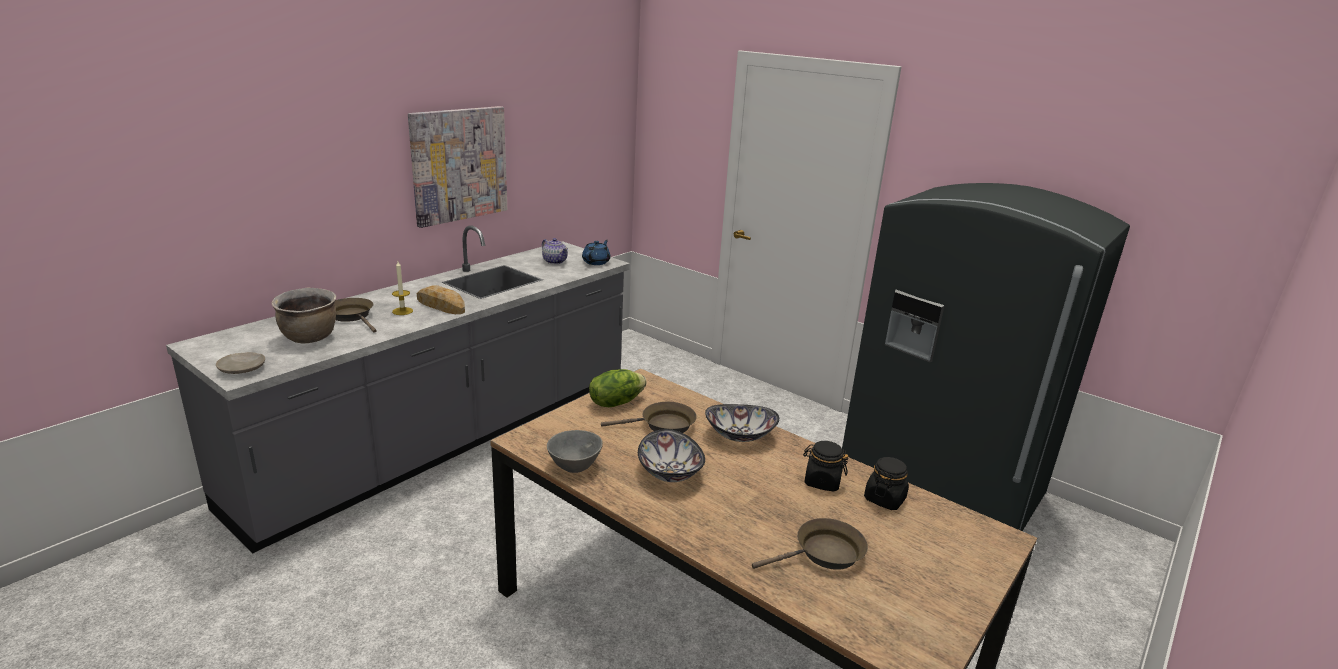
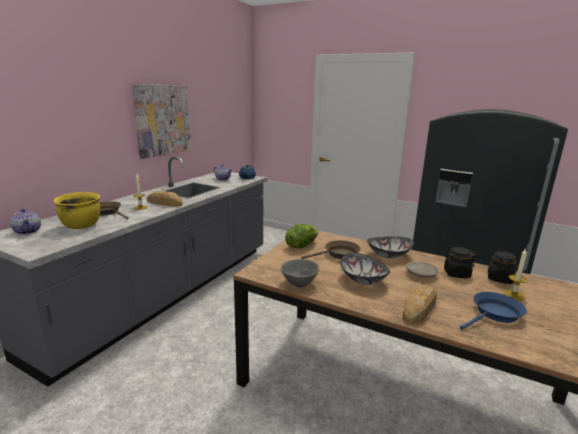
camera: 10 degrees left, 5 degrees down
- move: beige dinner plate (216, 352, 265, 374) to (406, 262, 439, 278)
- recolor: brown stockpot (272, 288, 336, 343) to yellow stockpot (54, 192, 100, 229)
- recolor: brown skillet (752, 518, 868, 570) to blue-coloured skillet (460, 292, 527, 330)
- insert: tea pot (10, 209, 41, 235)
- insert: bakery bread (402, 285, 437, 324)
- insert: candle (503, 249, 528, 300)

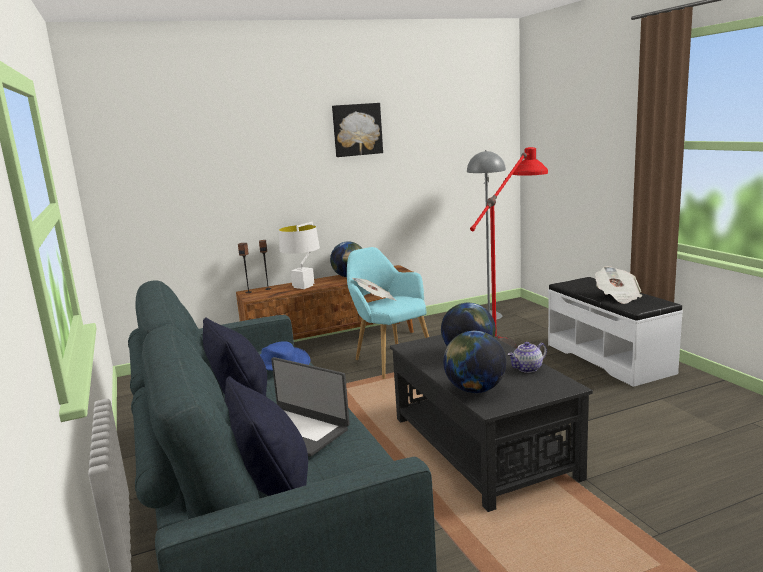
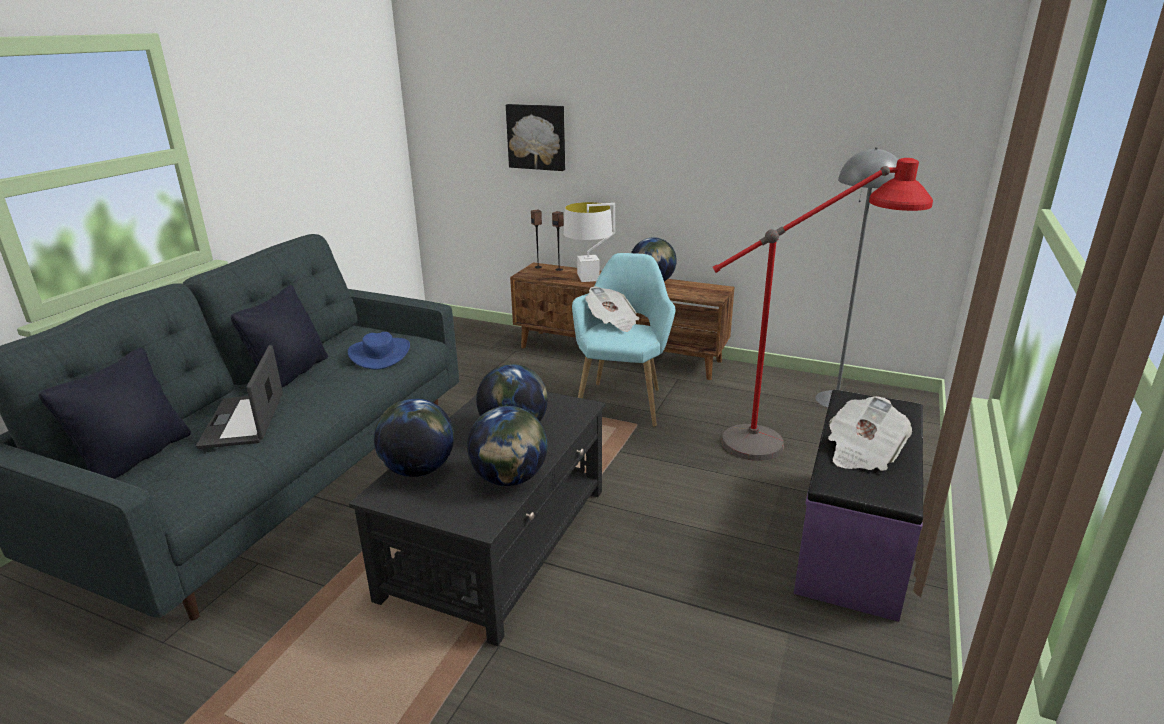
camera: 45 degrees right, 10 degrees up
- move: wall picture (332, 103, 383, 157) to (506, 104, 565, 171)
- replace: tea pot (507, 342, 547, 373) to globe (467, 406, 548, 486)
- recolor: white bench (548, 277, 683, 387) to purple bench (794, 390, 923, 622)

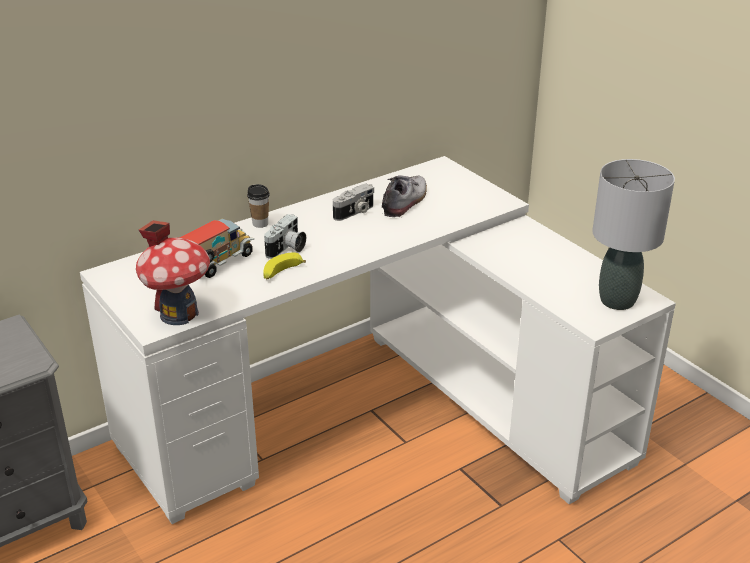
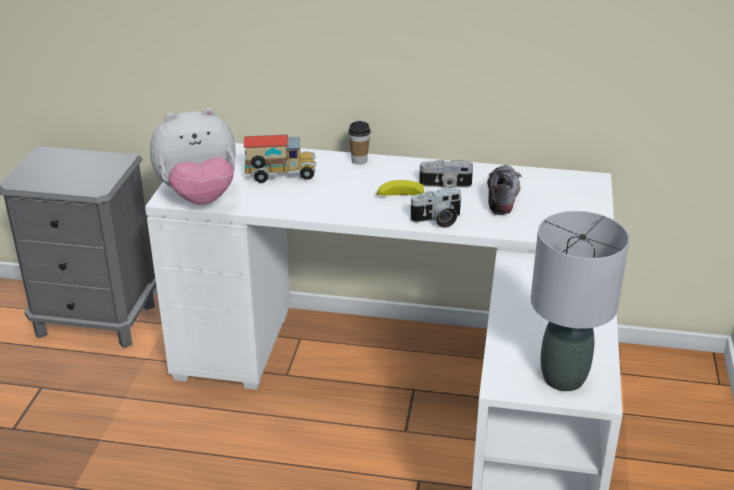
camera: 45 degrees right, 0 degrees up
- replace: toy house (136, 220, 210, 325) to soft toy (150, 108, 236, 205)
- move: whole banana (263, 252, 306, 280) to (376, 180, 424, 196)
- move: photo camera (264, 214, 306, 259) to (409, 187, 462, 228)
- rotate: item of footwear (382, 175, 427, 217) = (483, 165, 522, 215) 60 degrees counterclockwise

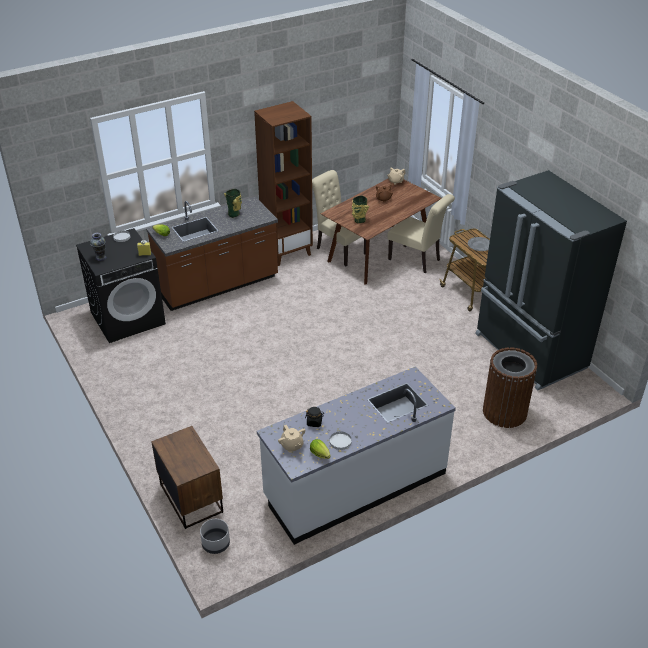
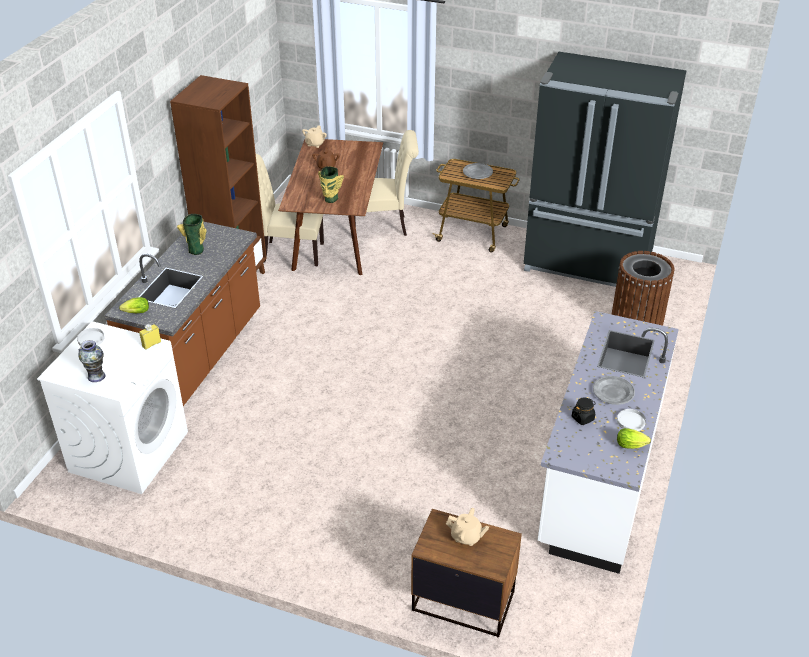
camera: 40 degrees left, 0 degrees up
- recolor: black-coloured laundry appliance (76, 228, 166, 343) to white laundry appliance (37, 321, 188, 494)
- delete: grey flower pot (200, 519, 230, 554)
- move: beige tea pot (278, 425, 305, 452) to (446, 508, 489, 546)
- insert: grey dinner plate (593, 376, 635, 405)

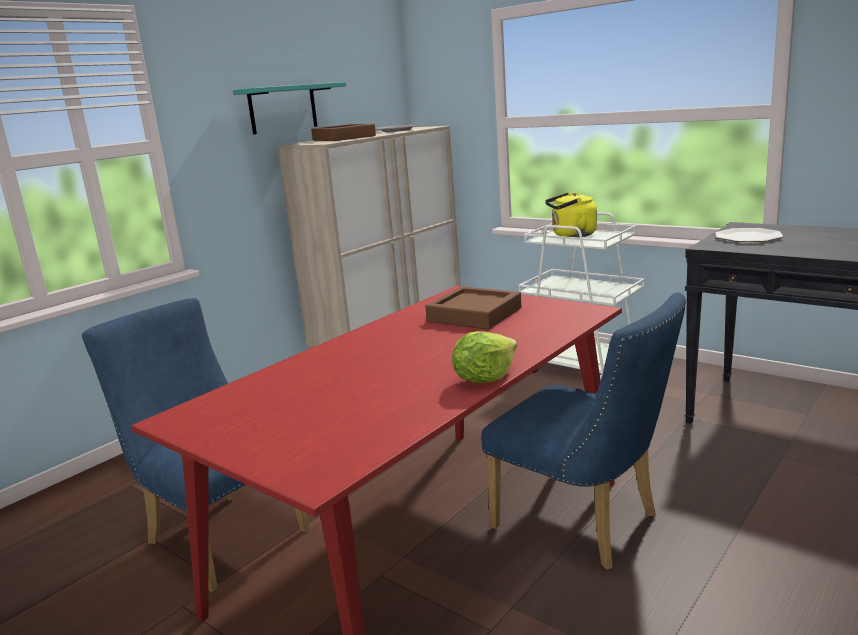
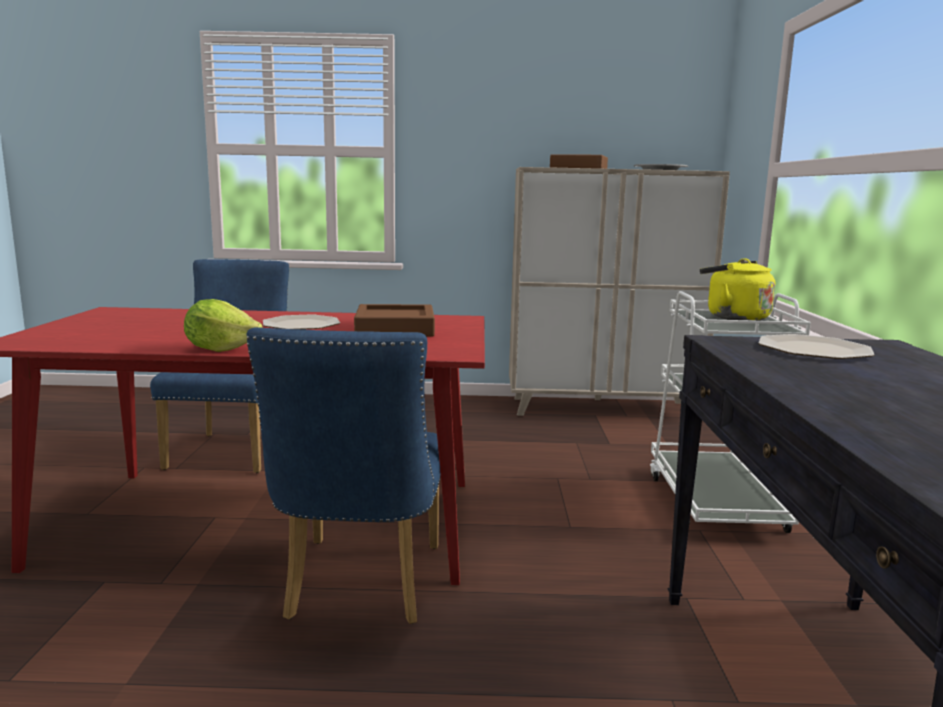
camera: 50 degrees right, 5 degrees down
- delete: turquoise wall shelf (233, 82, 346, 134)
- insert: dinner plate (263, 314, 340, 329)

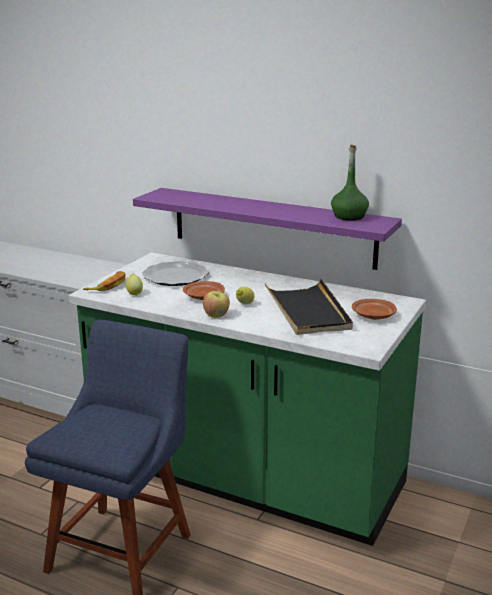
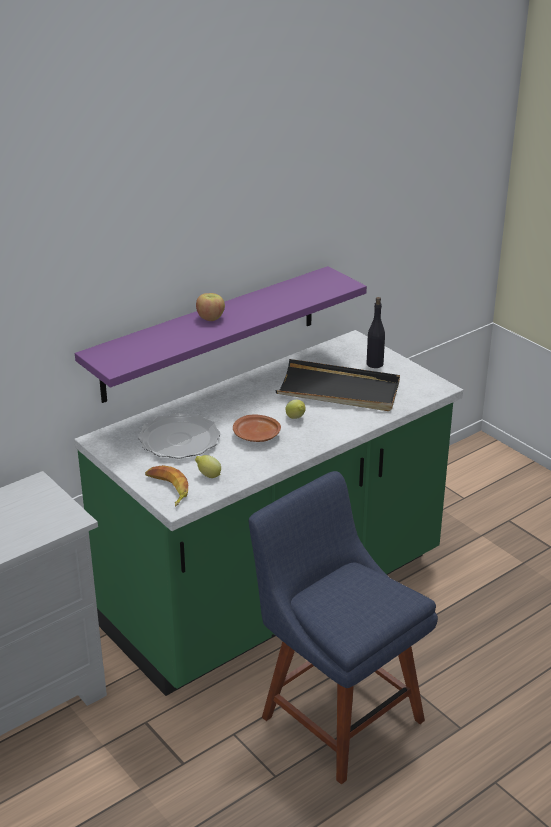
camera: 65 degrees left, 10 degrees up
- move: whole apple (203, 291, 230, 318) to (196, 293, 225, 321)
- delete: green bottle (331, 144, 369, 221)
- replace: brown dinner plate (352, 299, 397, 320) to black-coloured bottle (366, 297, 385, 368)

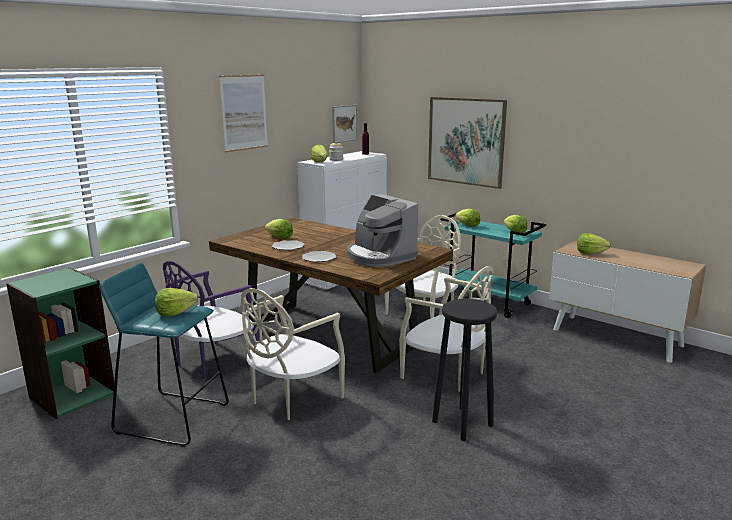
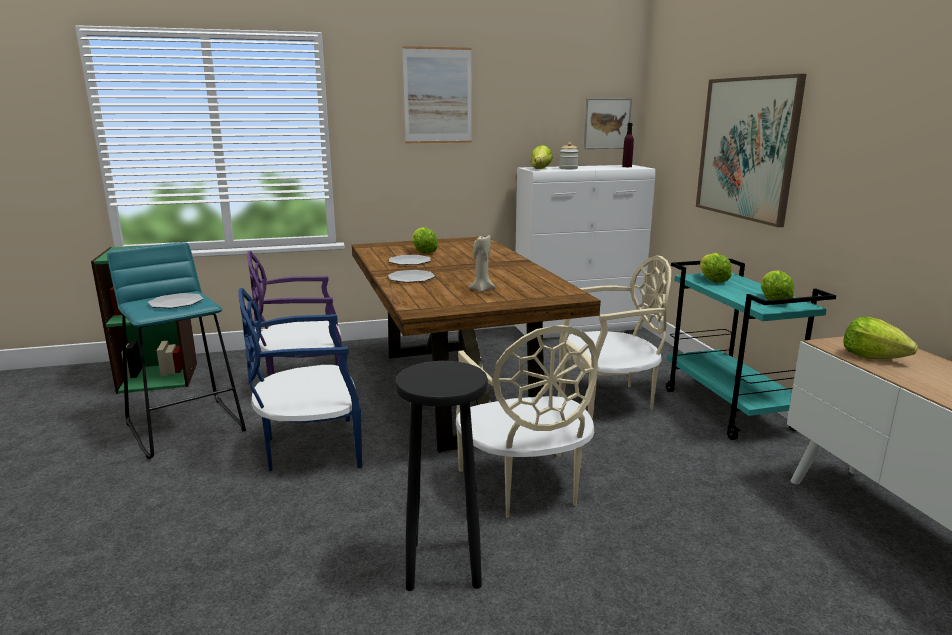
camera: 35 degrees right, 0 degrees up
- replace: lettuce (155, 288, 198, 316) to dinner plate (148, 293, 204, 308)
- recolor: beige chair (241, 288, 345, 420) to blue-coloured chair (238, 288, 362, 471)
- replace: coffee brewer (347, 194, 418, 267) to beige candle (468, 235, 496, 292)

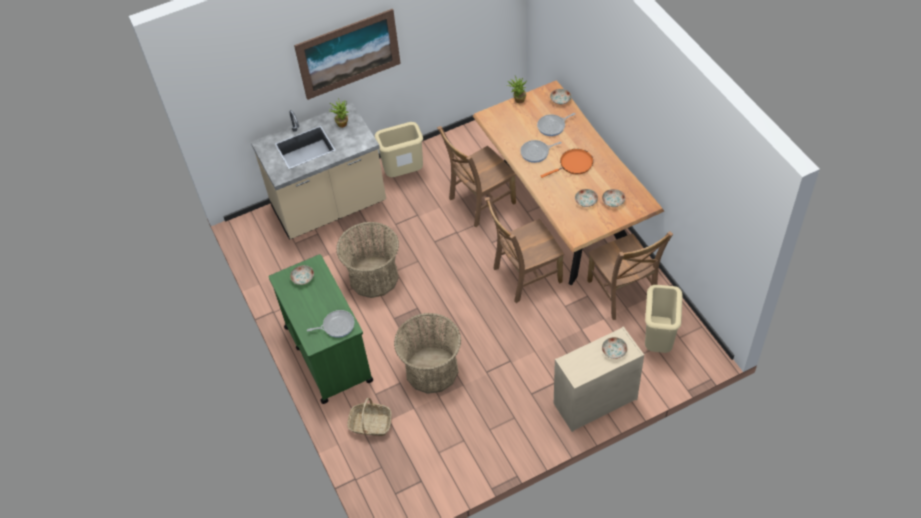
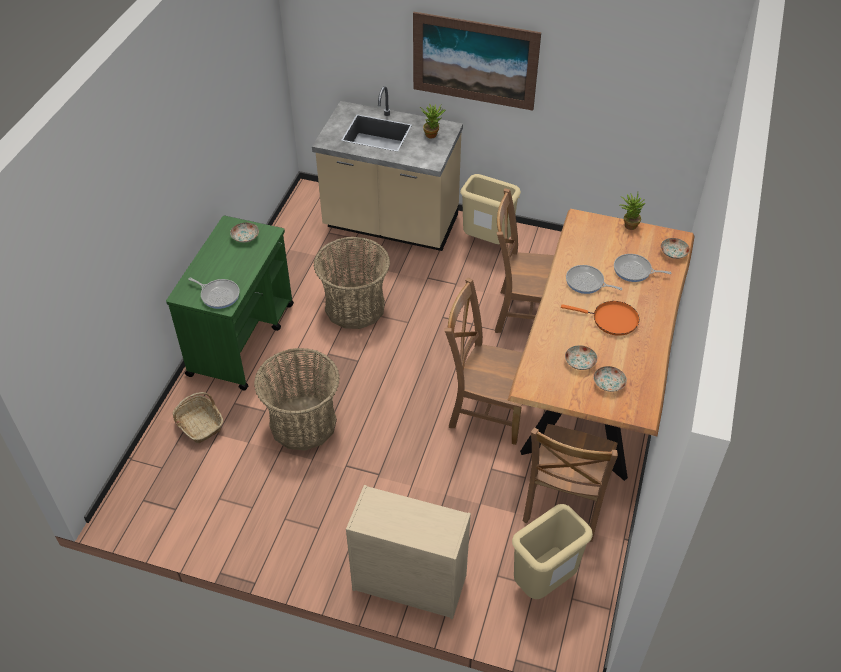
camera: 40 degrees right, 5 degrees down
- delete: dinner plate (602, 337, 627, 359)

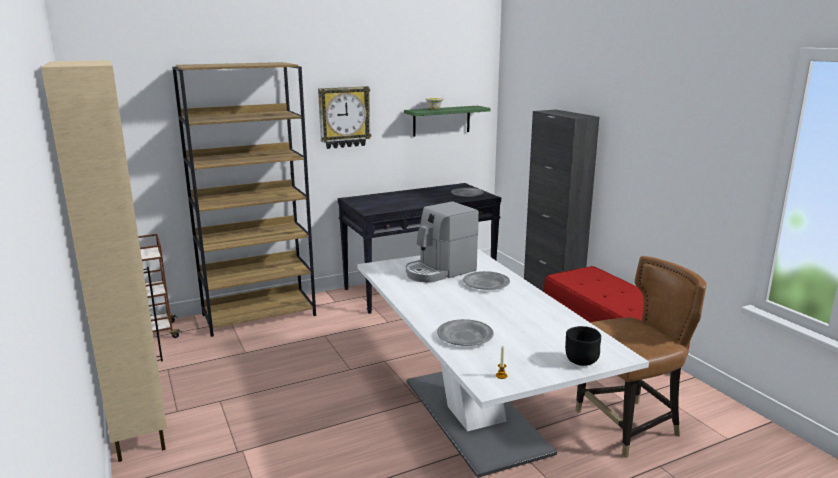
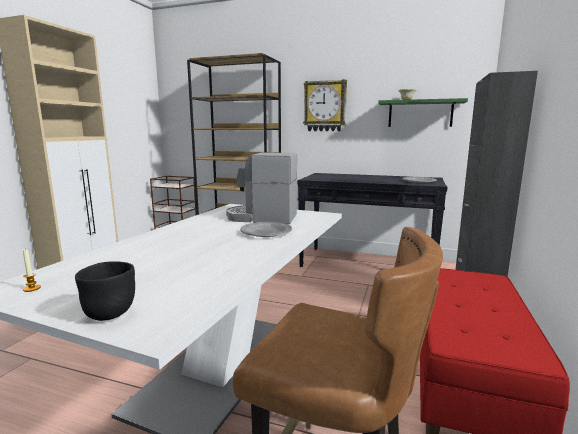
camera: 45 degrees right, 5 degrees down
- delete: grey dinner plate (437, 319, 494, 346)

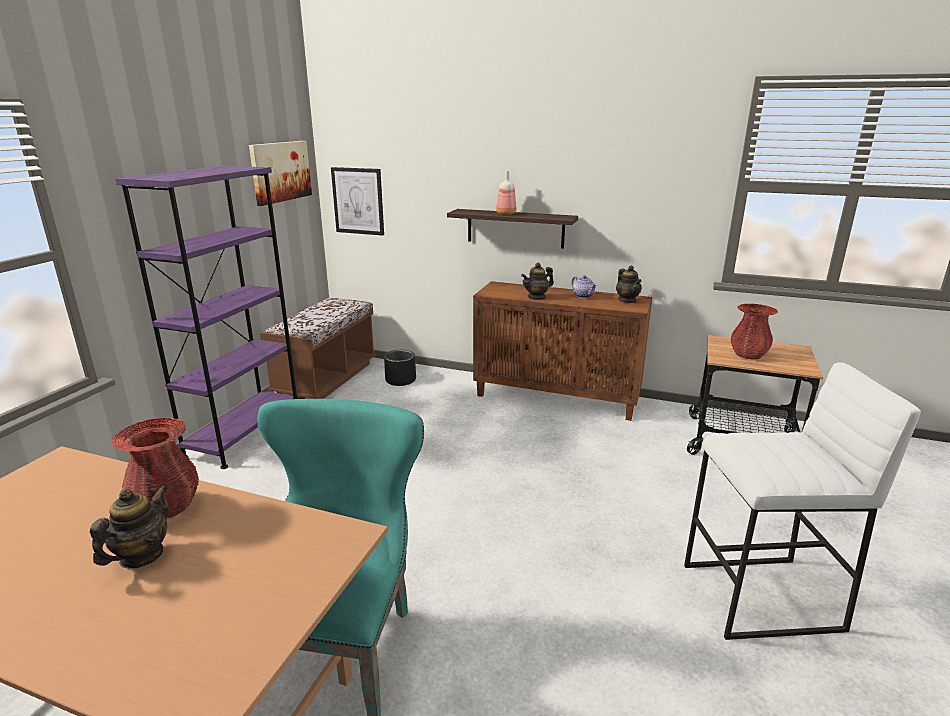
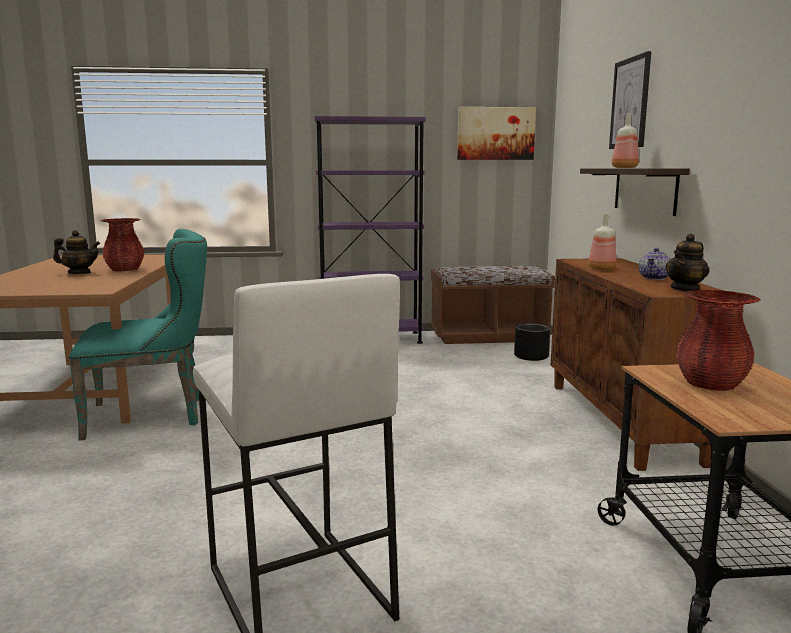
camera: 65 degrees right, 10 degrees down
- move: wall picture (331, 167, 384, 236) to (609, 51, 651, 149)
- replace: tea pot (521, 262, 554, 300) to bottle (588, 213, 617, 270)

